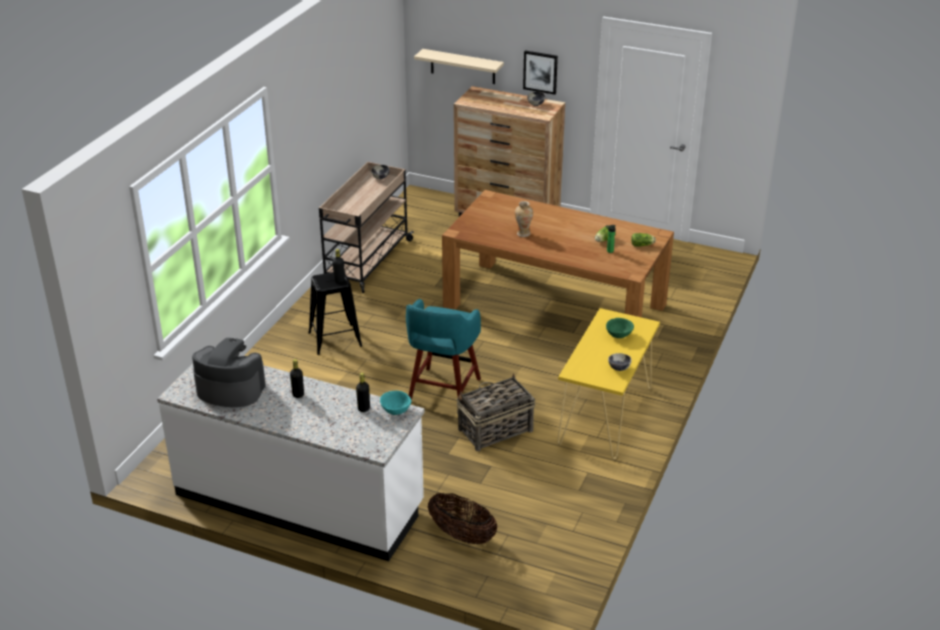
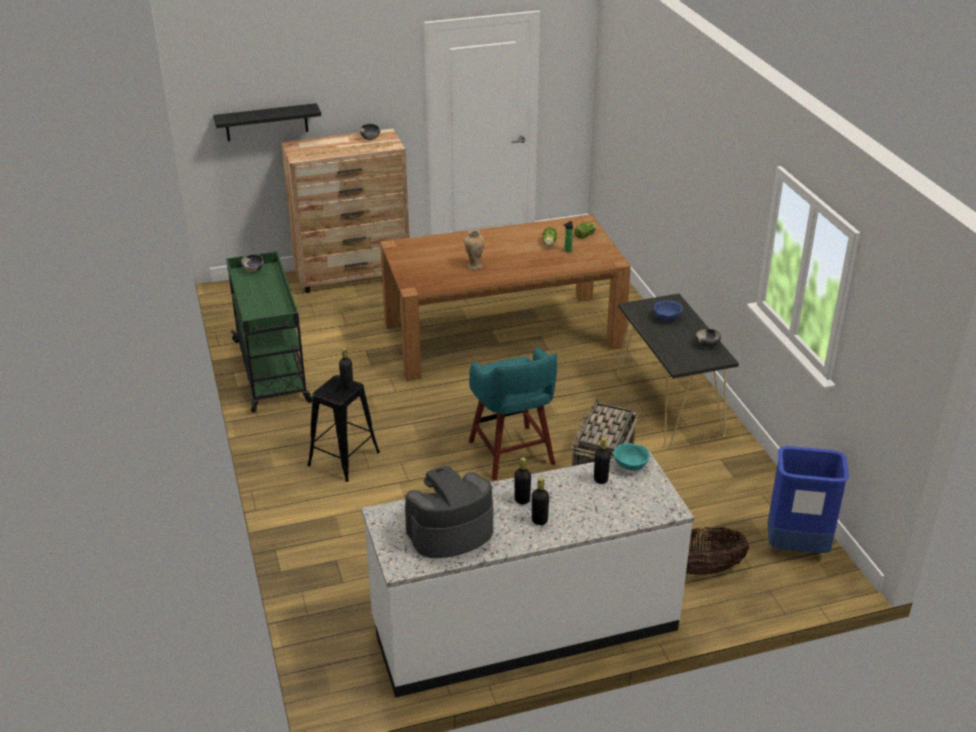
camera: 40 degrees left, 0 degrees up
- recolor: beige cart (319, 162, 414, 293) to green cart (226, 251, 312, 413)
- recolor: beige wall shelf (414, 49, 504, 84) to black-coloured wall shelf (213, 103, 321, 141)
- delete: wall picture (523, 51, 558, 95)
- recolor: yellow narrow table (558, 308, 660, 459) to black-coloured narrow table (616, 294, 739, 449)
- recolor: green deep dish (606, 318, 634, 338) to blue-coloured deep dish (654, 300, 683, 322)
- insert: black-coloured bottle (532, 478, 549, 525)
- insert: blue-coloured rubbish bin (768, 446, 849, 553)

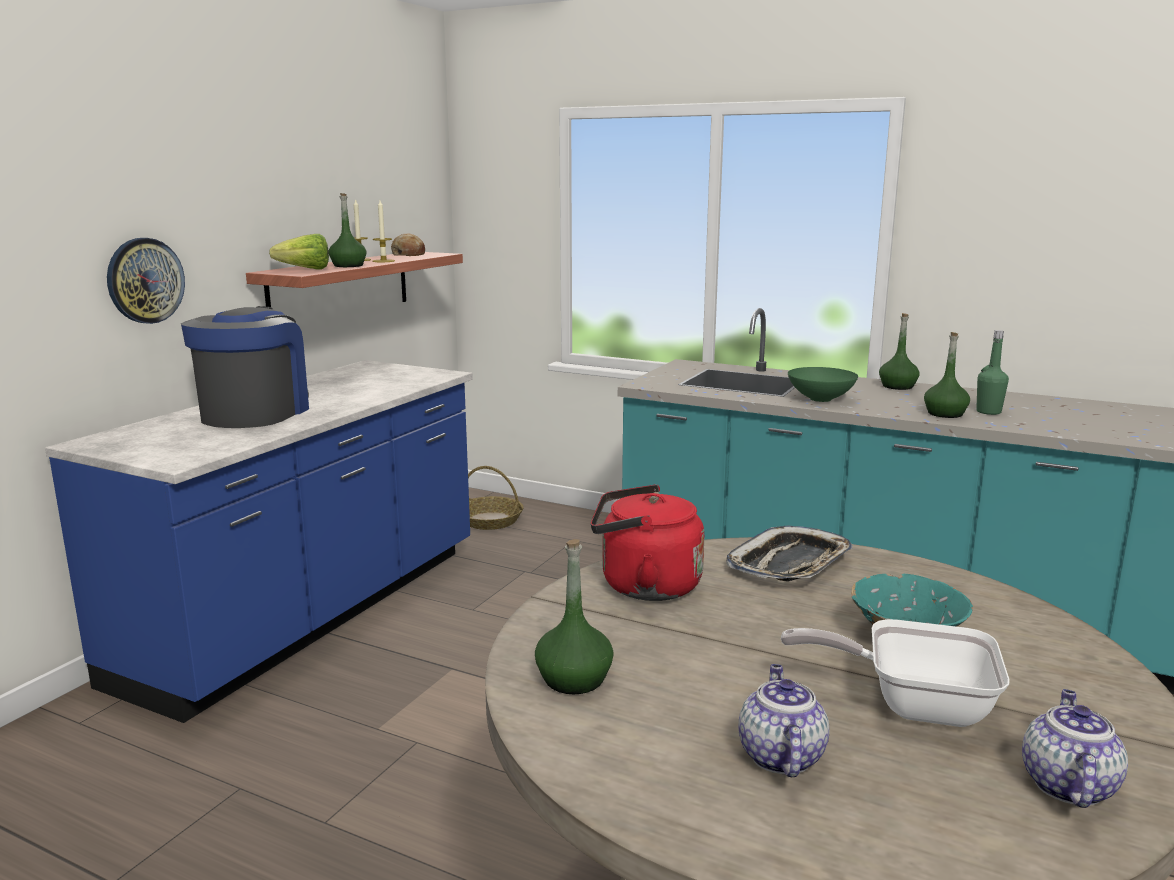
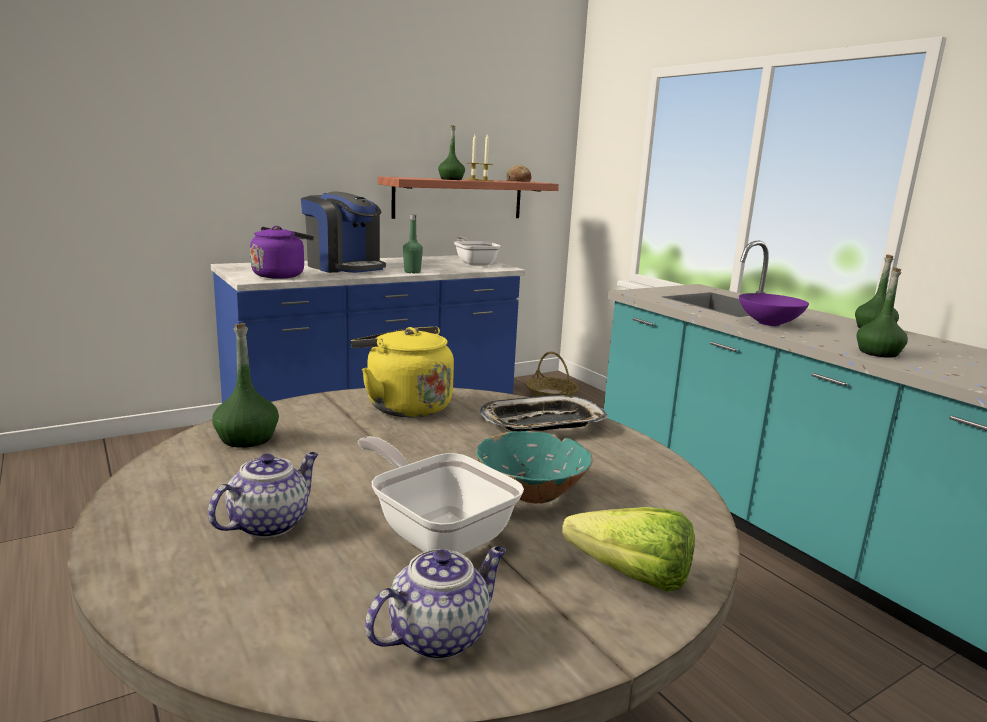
camera: 30 degrees right, 0 degrees up
- delete: wall clock (107, 238, 185, 324)
- rotate: coffee brewer (181, 306, 309, 428) = (301, 192, 386, 273) 90 degrees clockwise
- move: lettuce (269, 234, 329, 269) to (562, 507, 695, 592)
- recolor: red-coloured kettle (591, 485, 704, 601) to yellow kettle (351, 327, 454, 417)
- recolor: green deep dish (788, 367, 858, 402) to purple deep dish (739, 293, 809, 326)
- move: green bottle (976, 330, 1009, 415) to (403, 214, 423, 273)
- insert: purple kettle (250, 226, 314, 279)
- insert: skillet (454, 237, 501, 265)

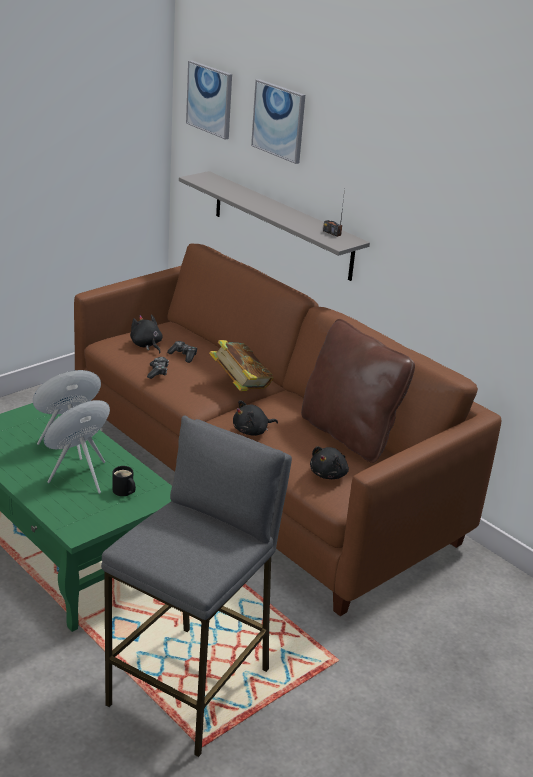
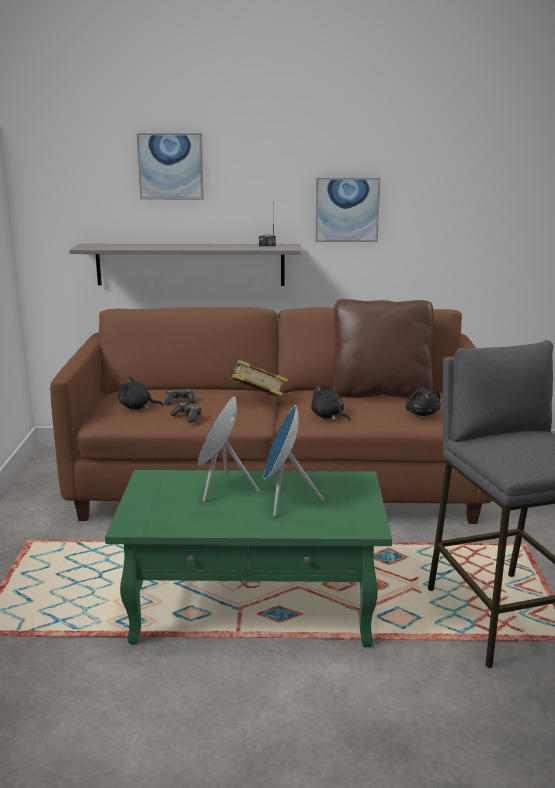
camera: 45 degrees left, 10 degrees down
- delete: black-coloured coffee mug (113, 466, 136, 496)
- move: wall picture (186, 60, 232, 140) to (315, 178, 380, 242)
- rotate: black-coloured soft toy (233, 400, 278, 436) = (311, 384, 350, 421) 120 degrees clockwise

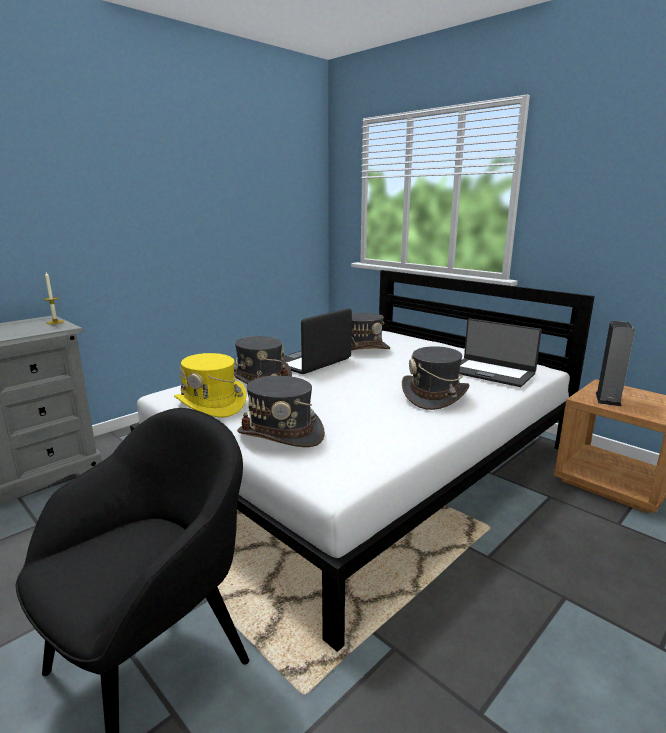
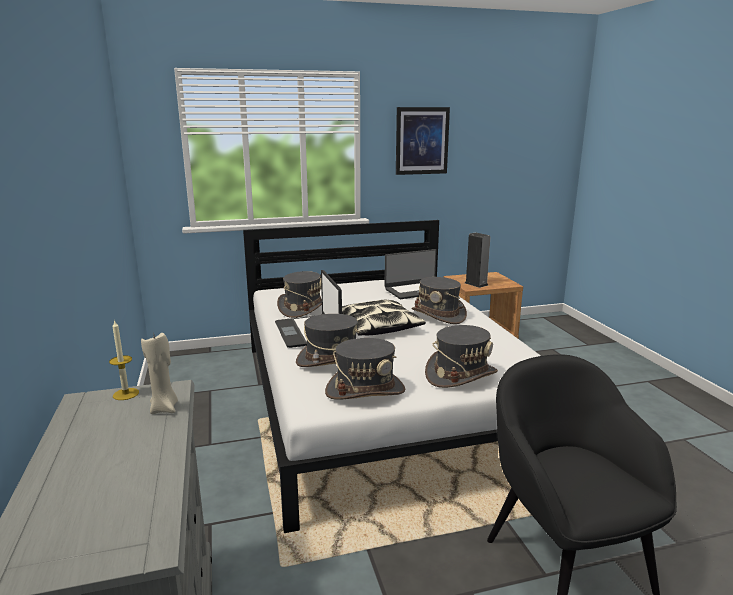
camera: 60 degrees left, 0 degrees up
- recolor: yellow clothing hat (174, 353, 247, 417) to grey clothing hat (325, 338, 405, 400)
- insert: beige candle (141, 331, 178, 414)
- insert: pillow (342, 300, 426, 336)
- insert: wall picture (396, 107, 450, 175)

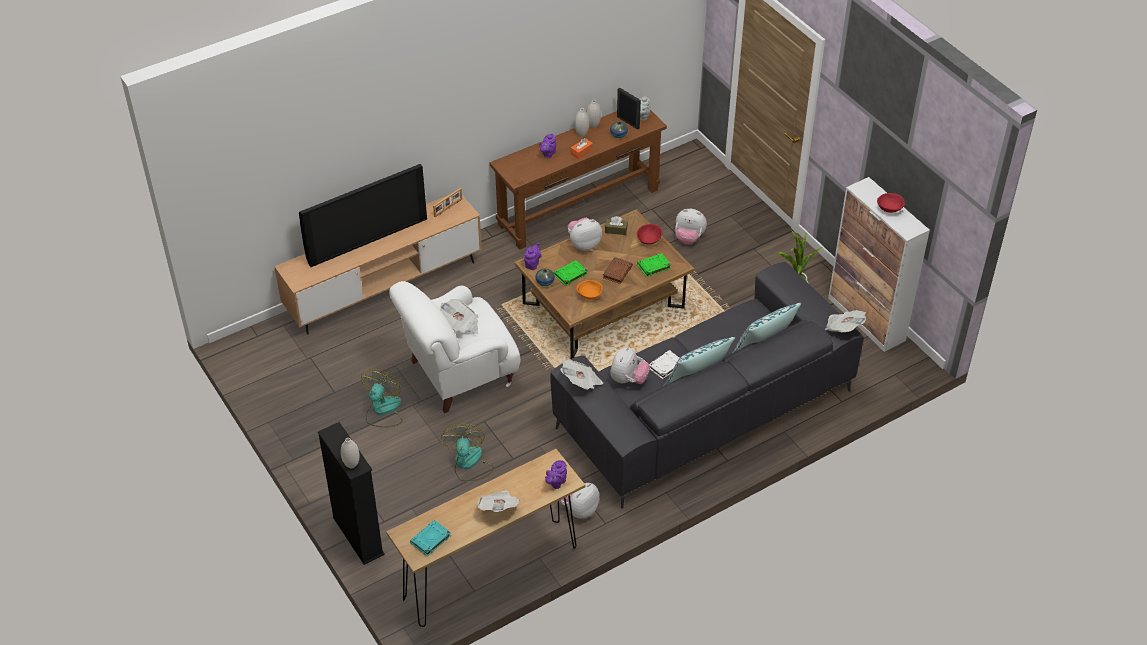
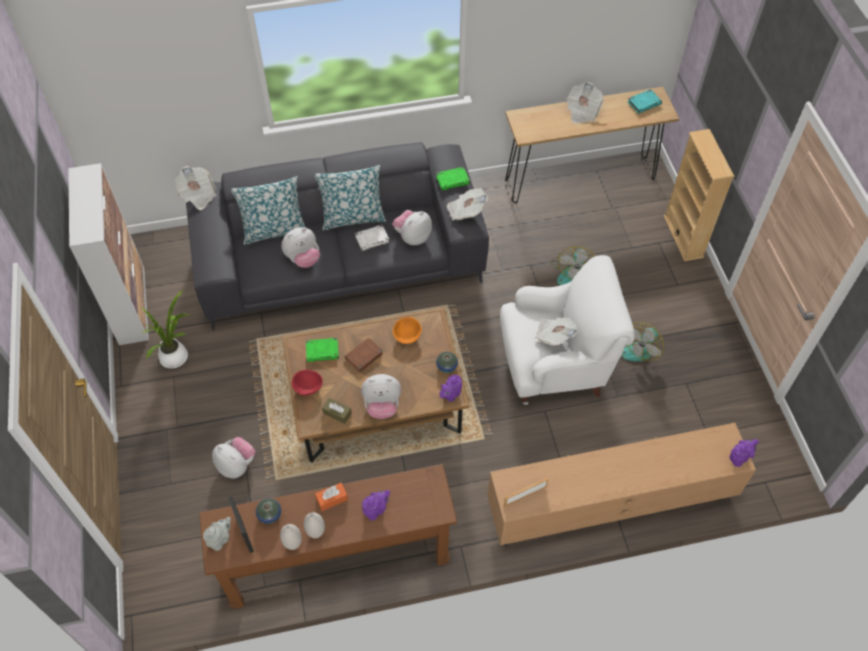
camera: 160 degrees left, 10 degrees up
- delete: TV set (299, 164, 427, 267)
- recolor: black-coloured bookshelf (318, 422, 385, 565) to beige bookshelf (664, 129, 734, 262)
- delete: white vase (341, 438, 359, 468)
- move: purple tea pot (545, 460, 567, 489) to (730, 439, 759, 467)
- move: green book (553, 260, 588, 286) to (436, 167, 470, 191)
- move: soft toy (560, 483, 599, 519) to (281, 227, 320, 268)
- delete: red-coloured deep dish (877, 193, 905, 213)

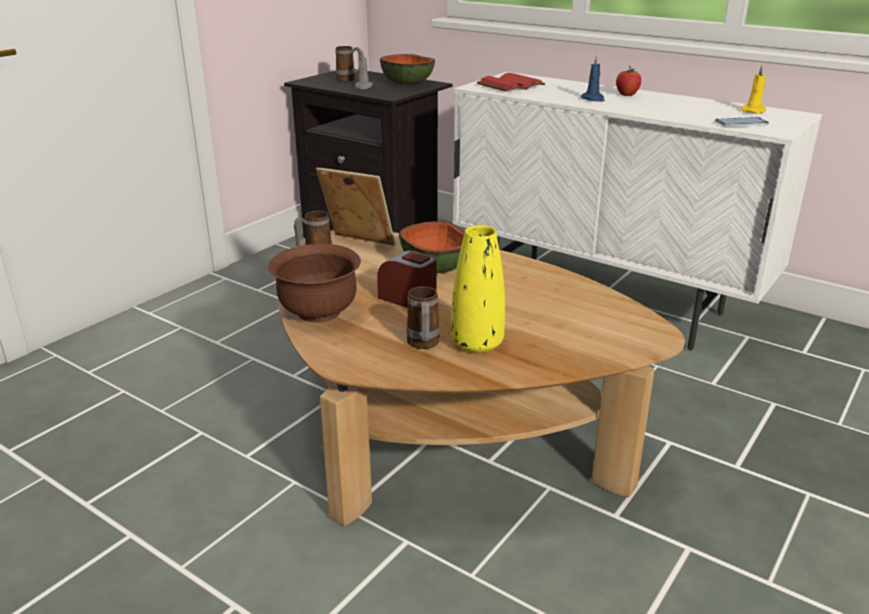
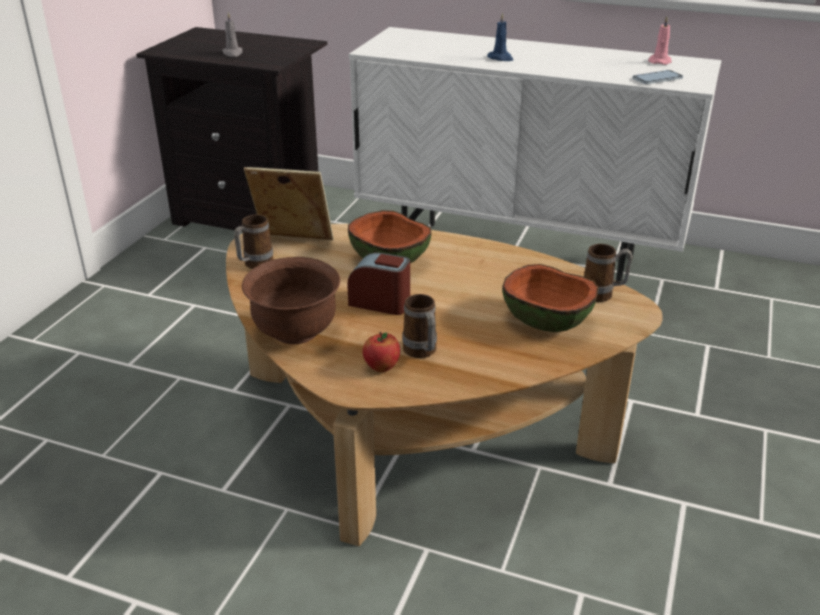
camera: 15 degrees left, 5 degrees up
- move: coffee mug (336, 46, 361, 82) to (583, 244, 633, 302)
- move: deep dish (380, 54, 435, 85) to (502, 264, 599, 332)
- delete: yellow vase (451, 225, 505, 353)
- delete: red-coloured book (477, 73, 545, 92)
- move: whole apple (616, 66, 641, 96) to (362, 332, 400, 372)
- recolor: yellow candle (741, 65, 766, 114) to pink candle (648, 17, 672, 65)

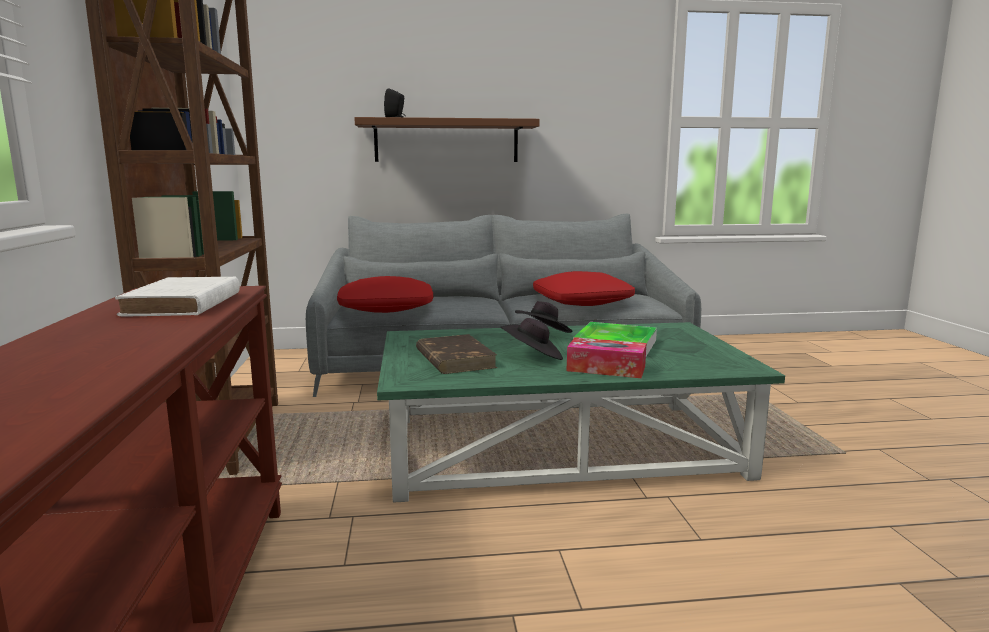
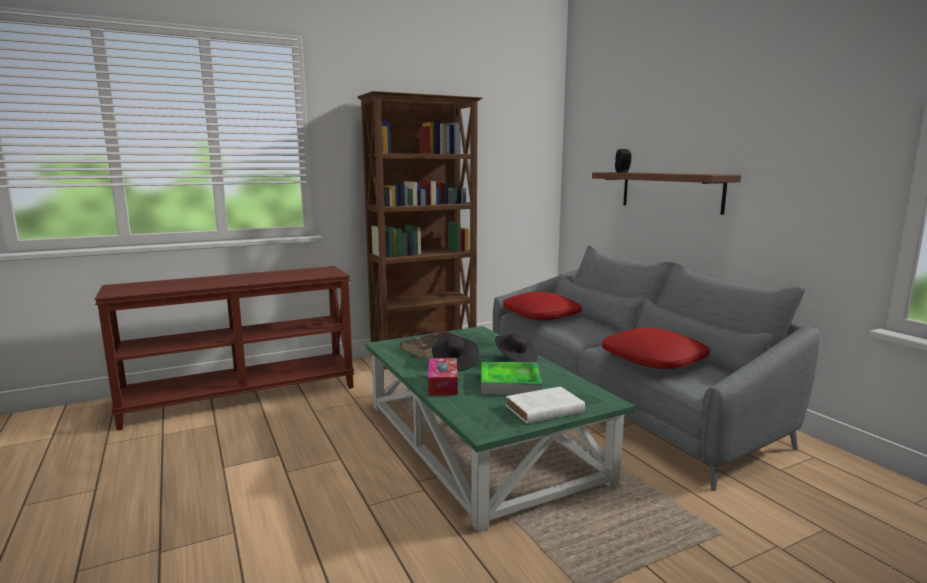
camera: 70 degrees right, 0 degrees up
- move: white book (115, 276, 240, 316) to (506, 386, 585, 424)

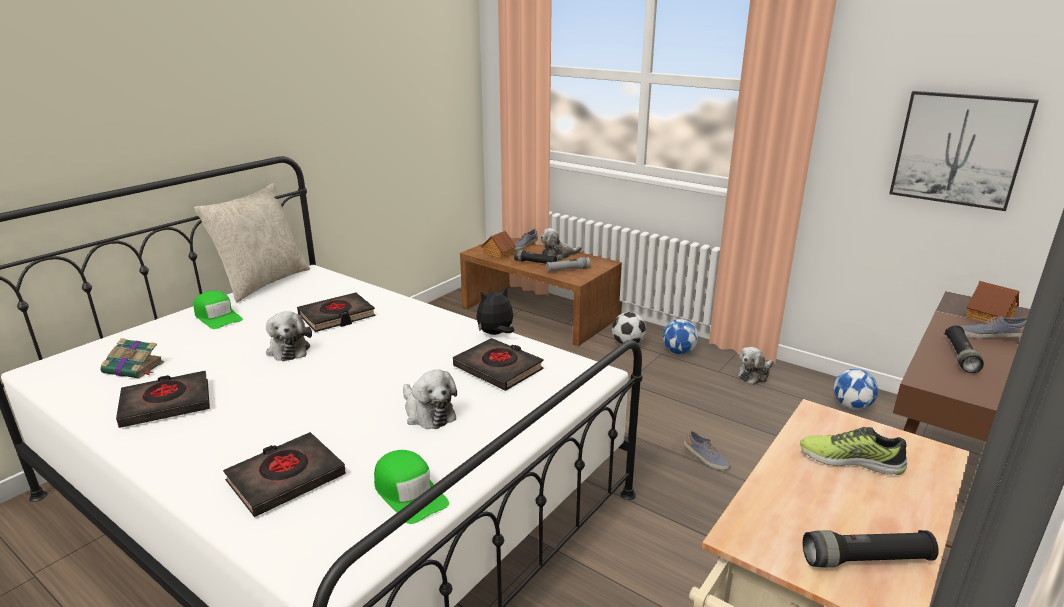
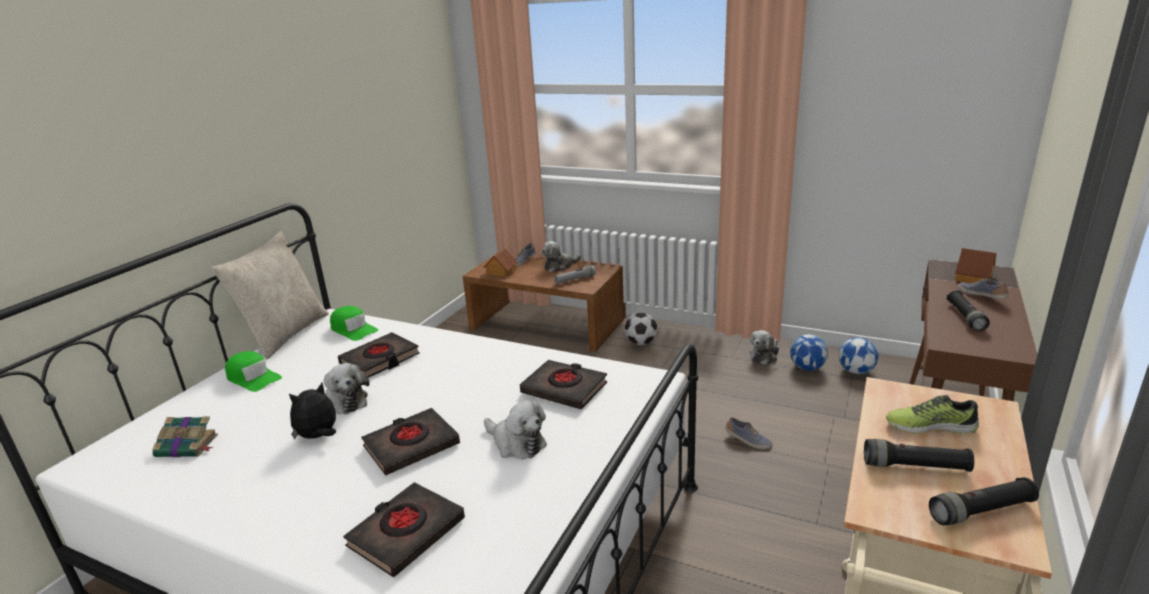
camera: 10 degrees left, 0 degrees up
- move: black-coloured book (116, 371, 210, 428) to (361, 408, 460, 475)
- move: green cap (374, 450, 449, 524) to (330, 306, 378, 341)
- move: soft toy (476, 287, 514, 335) to (289, 383, 336, 440)
- move: black-coloured flashlight (514, 249, 557, 264) to (864, 439, 974, 472)
- move: football (662, 319, 698, 354) to (790, 334, 828, 371)
- delete: wall picture (889, 91, 1039, 211)
- rotate: item of footwear (961, 316, 1027, 339) = (958, 278, 1009, 299) 60 degrees clockwise

